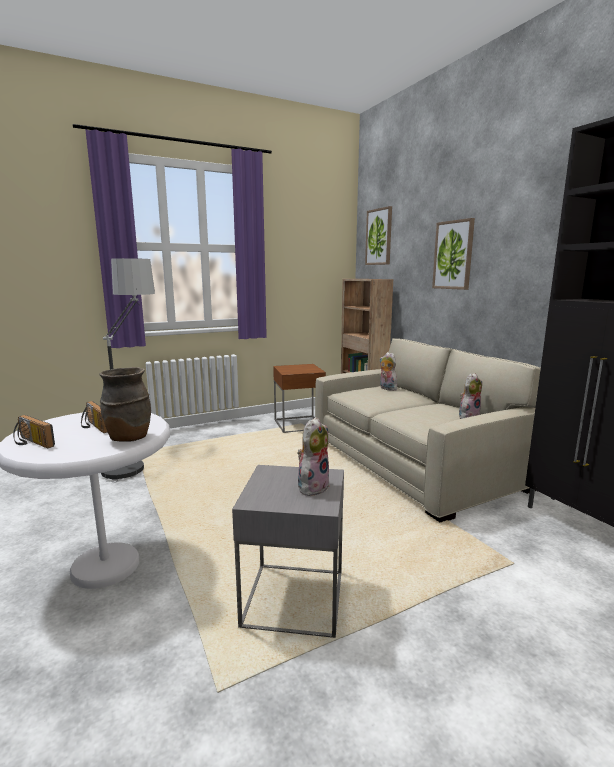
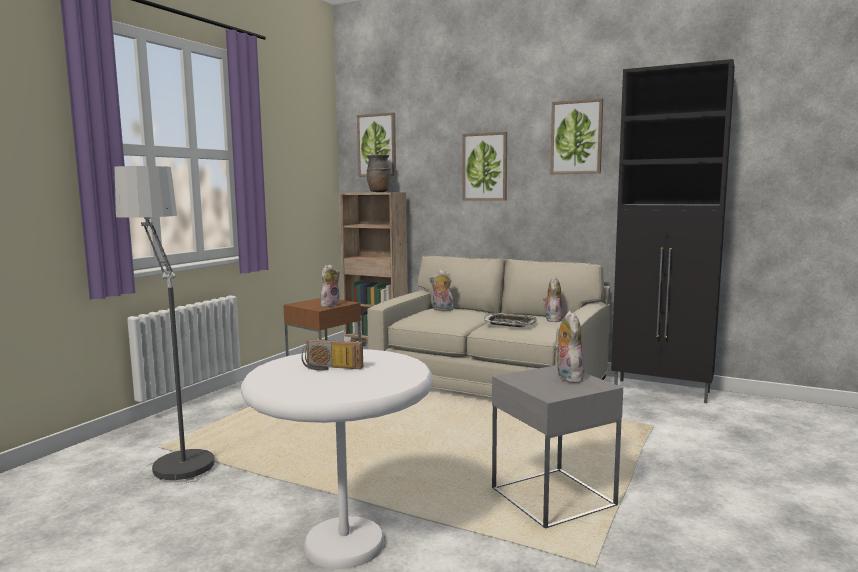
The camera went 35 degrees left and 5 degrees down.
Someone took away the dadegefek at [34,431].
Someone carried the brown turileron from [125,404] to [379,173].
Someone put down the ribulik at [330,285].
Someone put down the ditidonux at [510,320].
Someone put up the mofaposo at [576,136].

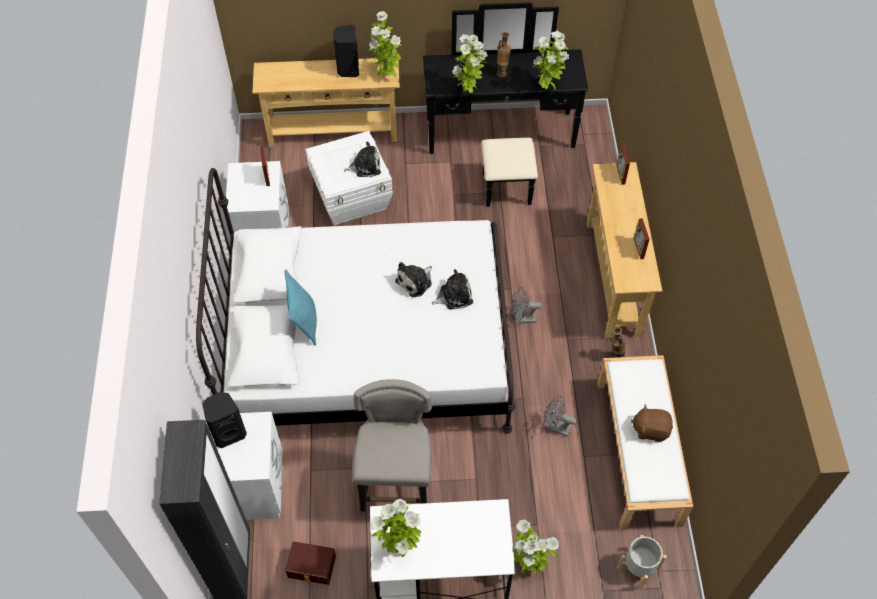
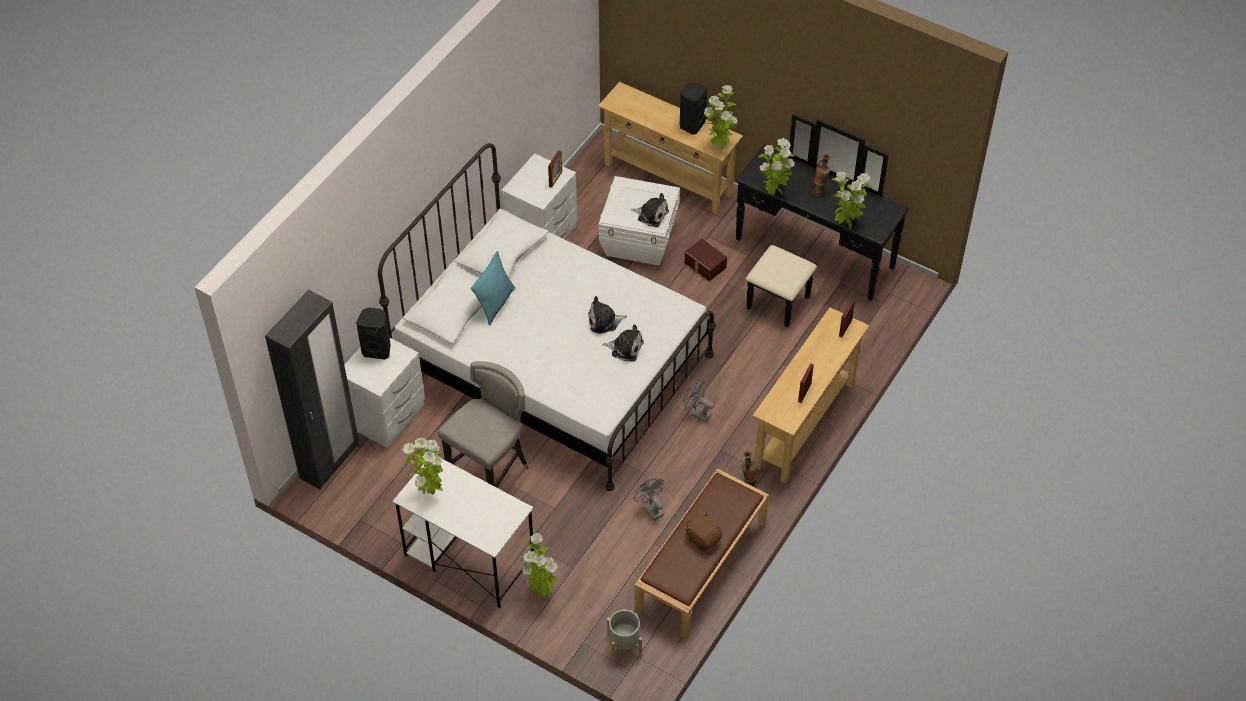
The camera went 35 degrees right and 5 degrees down.
Someone carried the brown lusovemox from [310,563] to [705,260].
Someone repainted the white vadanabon at [645,442], which became the brown vadanabon at [701,554].

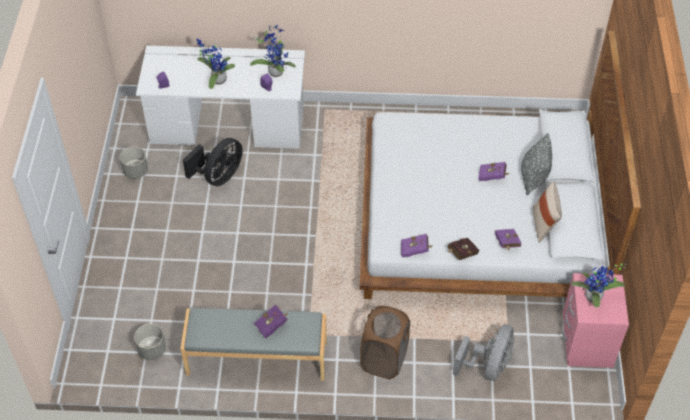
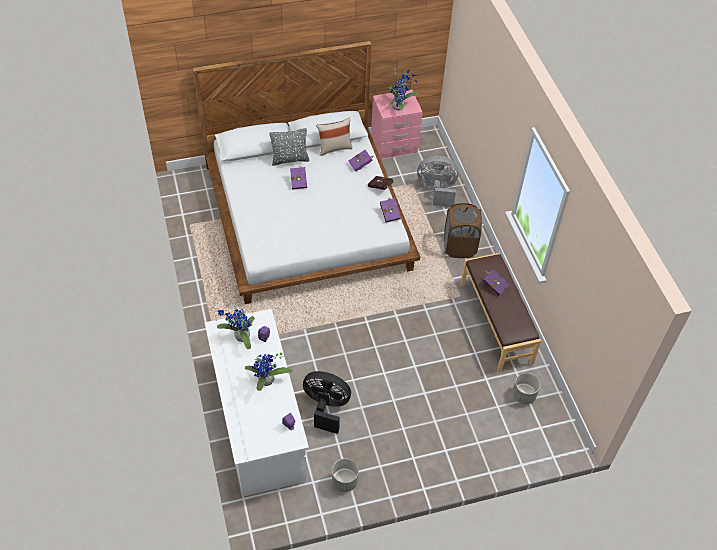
The camera went 110 degrees left and 0 degrees up.
Someone repainted the grey vadanabon at [253,344], which became the brown vadanabon at [500,312].

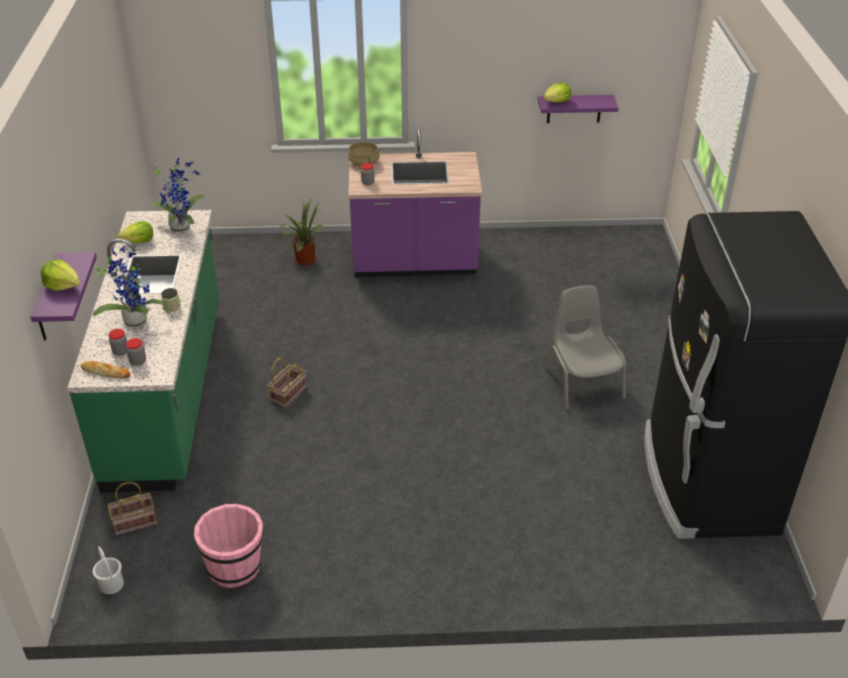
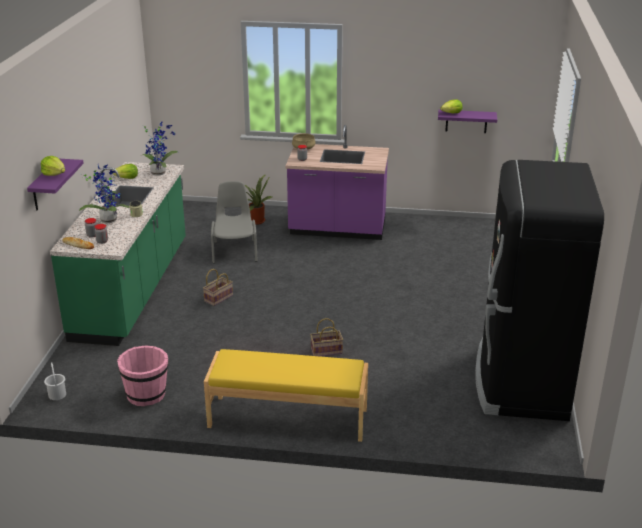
The camera went 10 degrees right and 10 degrees down.
Someone carried the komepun from [132,509] to [326,337].
Someone carried the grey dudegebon from [585,347] to [234,222].
Someone put down the yellow vadanabon at [286,395].

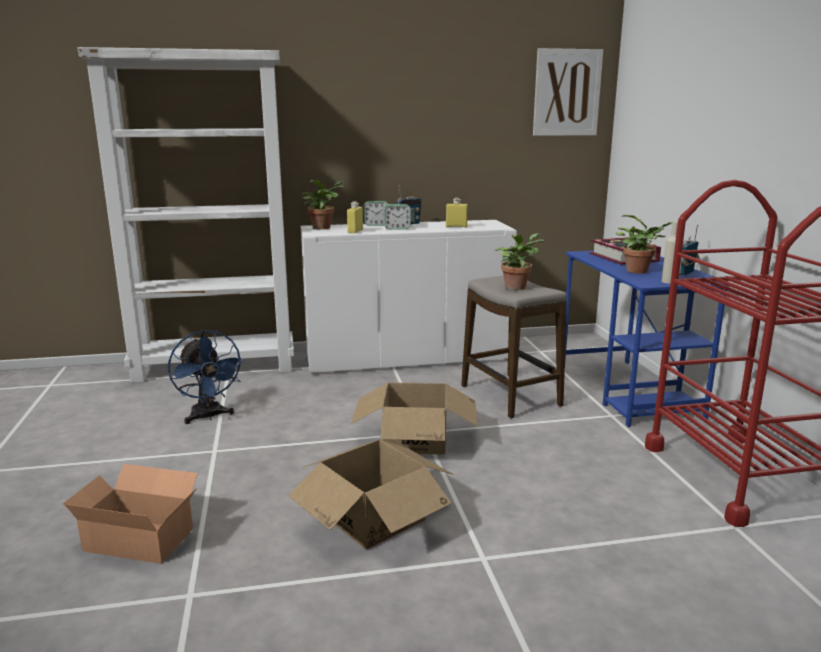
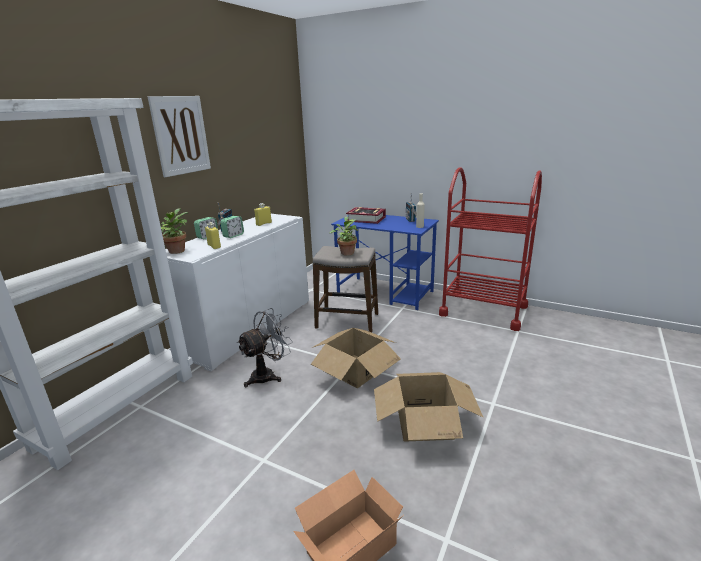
The camera went 50 degrees left and 5 degrees up.
Someone took away the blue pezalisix at [206,377].
Someone carried the mofaposo from [568,92] to [179,136].
Someone took away the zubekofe at [644,244].
Someone put down the grey pezalisix at [265,347].

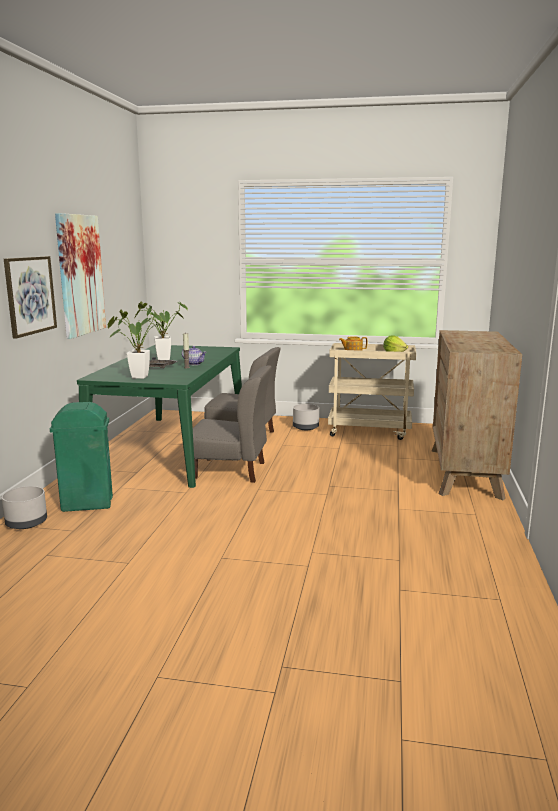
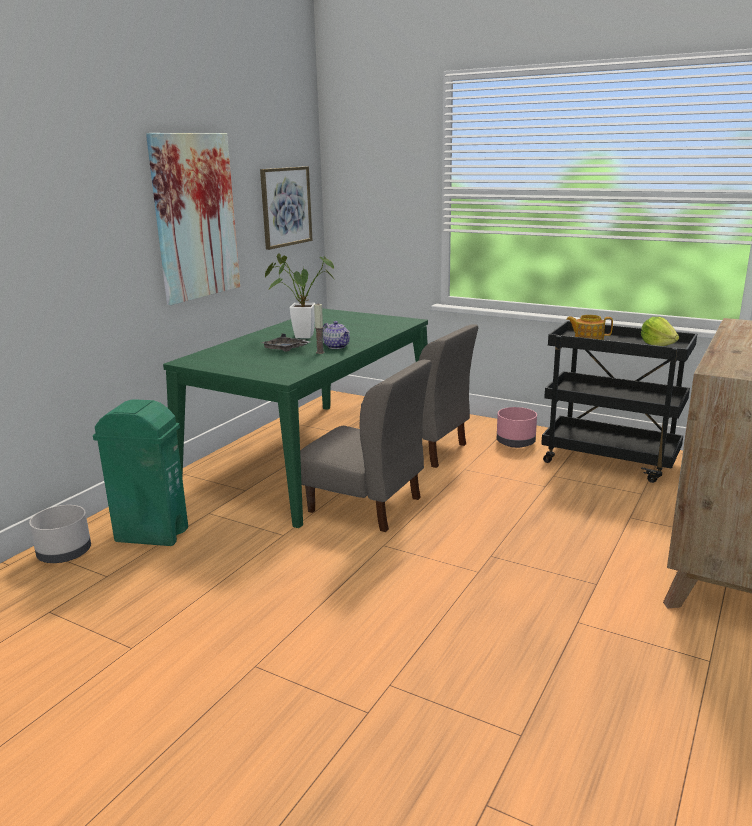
The camera went 20 degrees right and 5 degrees up.
Someone carried the mofaposo from [30,297] to [286,208].
Someone took away the zubekofe at [136,344].
Someone repainted the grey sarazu at [306,417], which became the pink sarazu at [517,427].
Someone repainted the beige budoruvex at [372,391], which became the black budoruvex at [619,402].

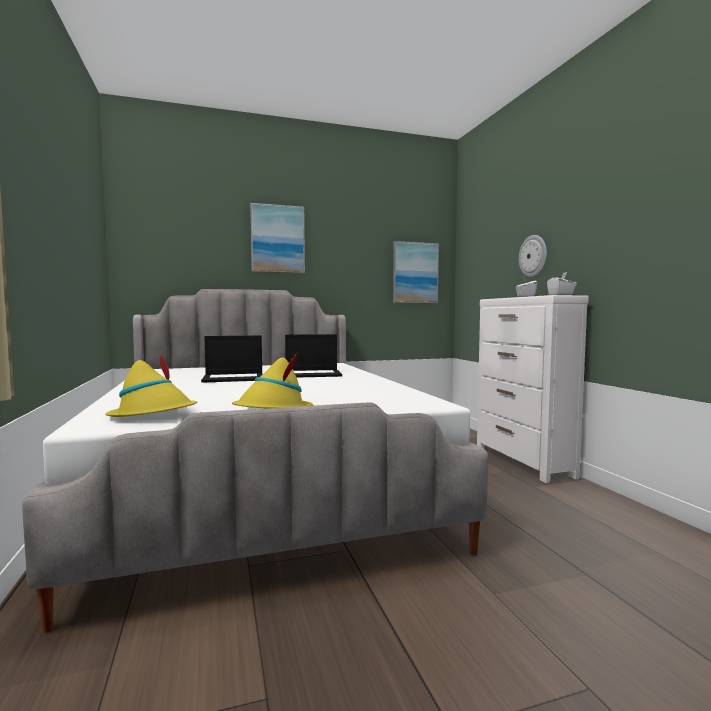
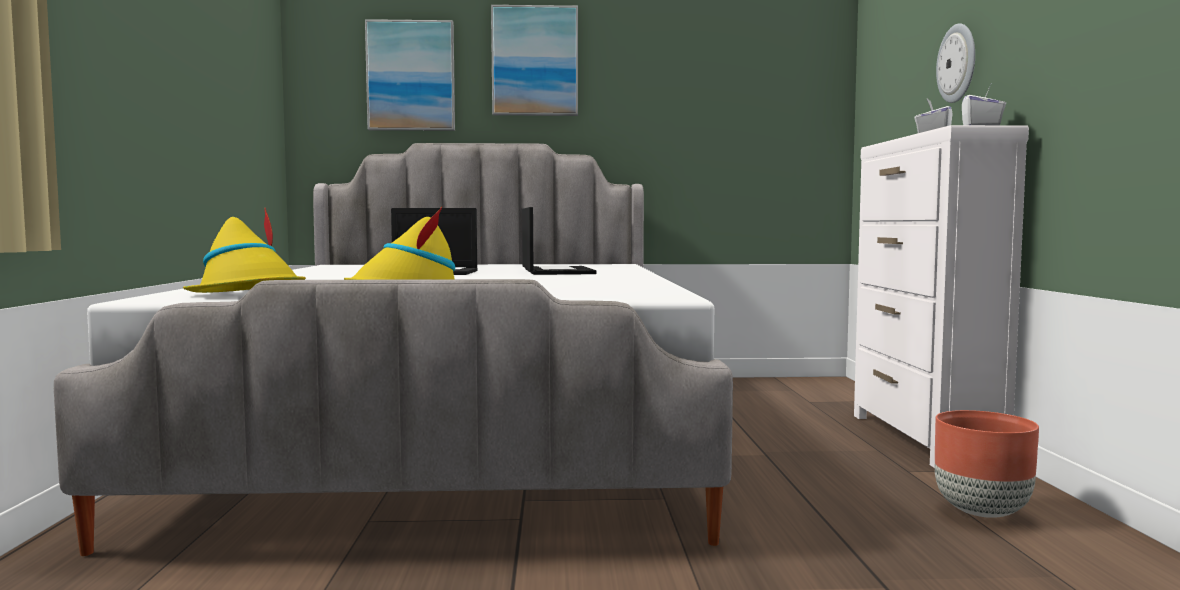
The camera went 15 degrees right and 0 degrees up.
Someone rotated the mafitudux at [313,356] by 105 degrees counterclockwise.
Someone carried the mofaposo from [416,272] to [410,75].
Someone put down the brown sarazu at [987,464].

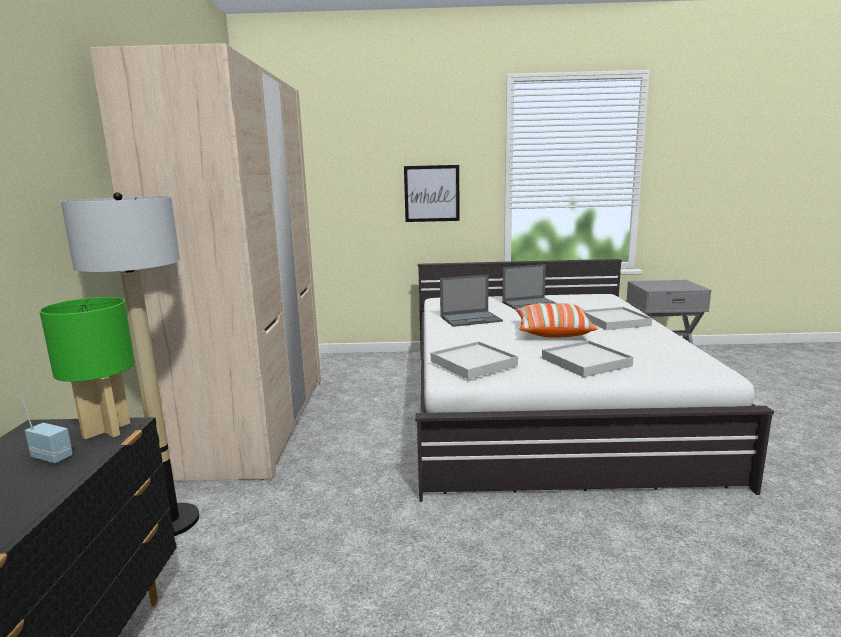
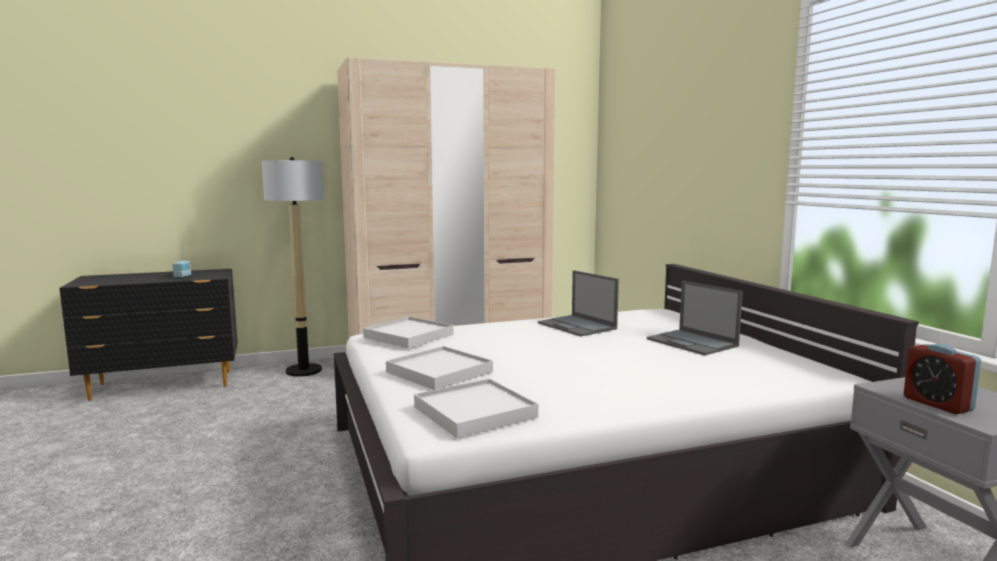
The camera went 70 degrees right and 5 degrees down.
Someone took away the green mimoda at [87,368].
Someone took away the mofaposo at [432,193].
Someone took away the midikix at [557,320].
Someone carried the white ditidonux from [618,318] to [476,408].
Someone put down the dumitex at [942,379].

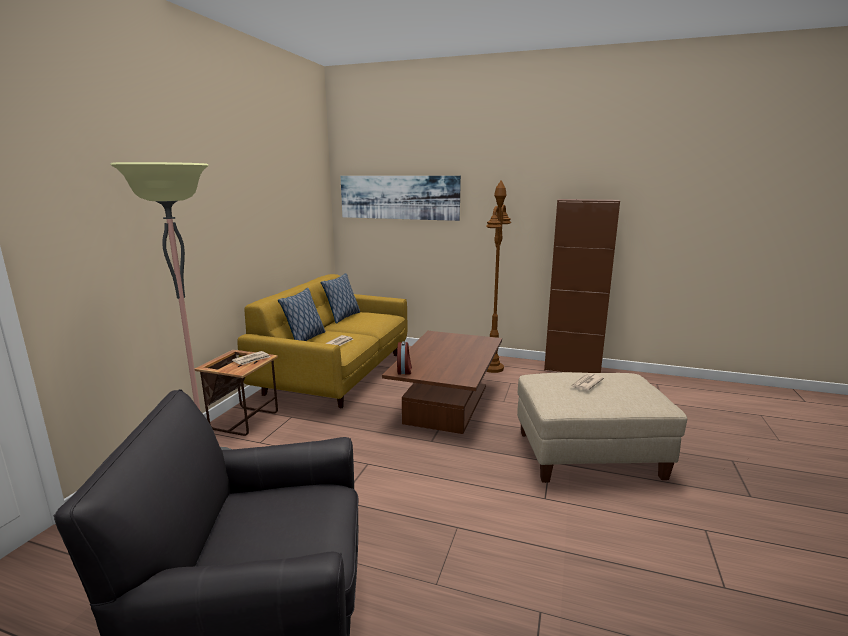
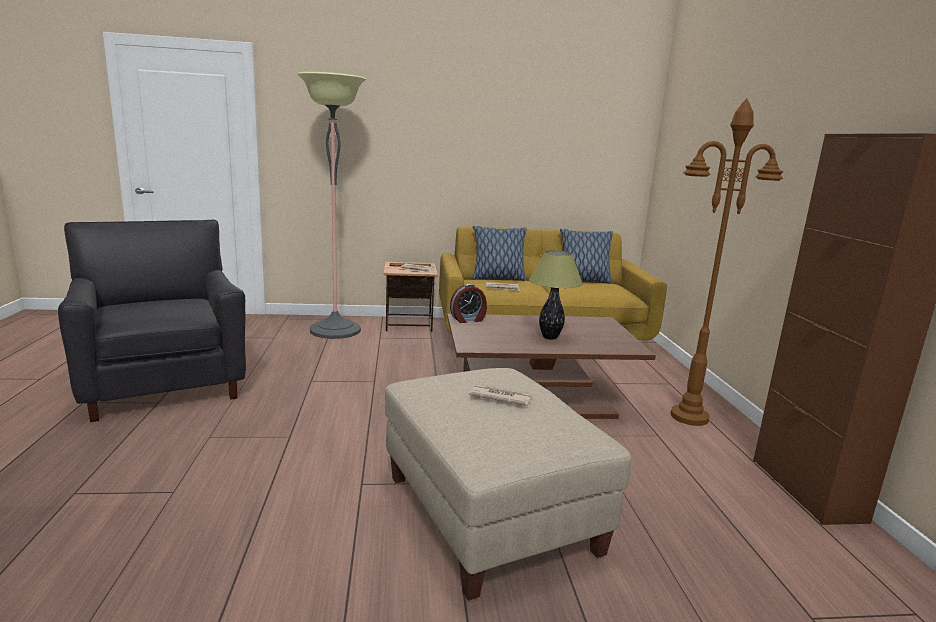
The camera went 65 degrees right and 0 degrees up.
Someone took away the mofaposo at [400,198].
Someone put down the mimoda at [556,295].

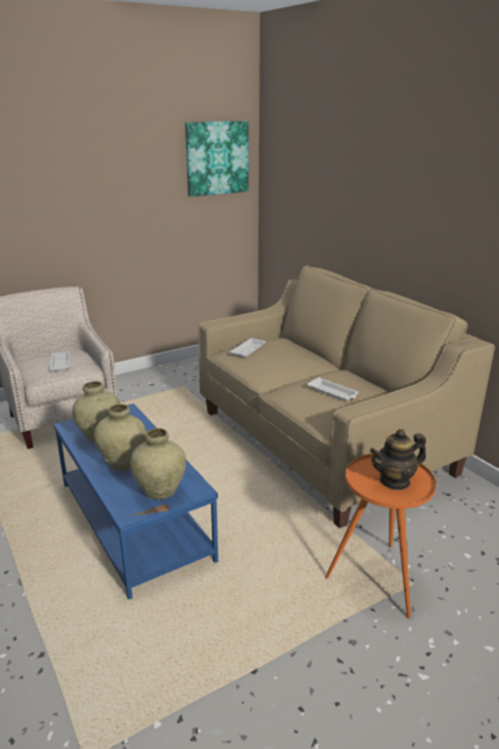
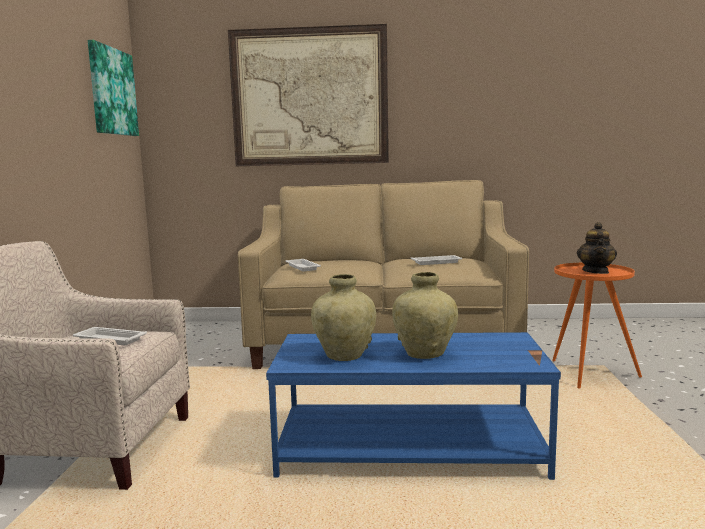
The camera went 55 degrees left and 15 degrees down.
Someone took away the beige turileron at [158,464].
Someone put up the mofaposo at [308,95].

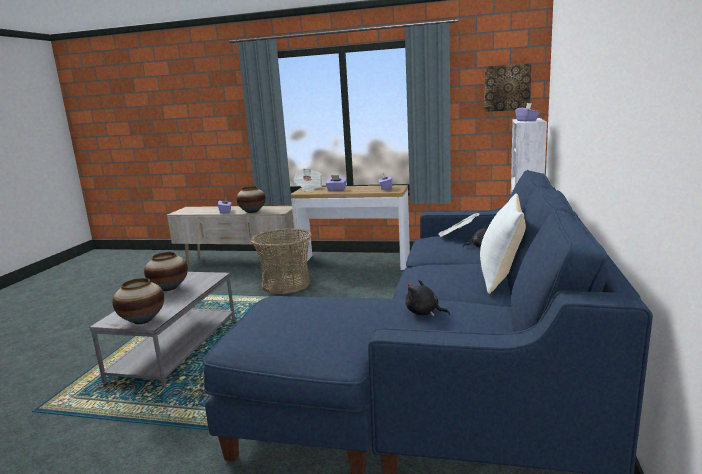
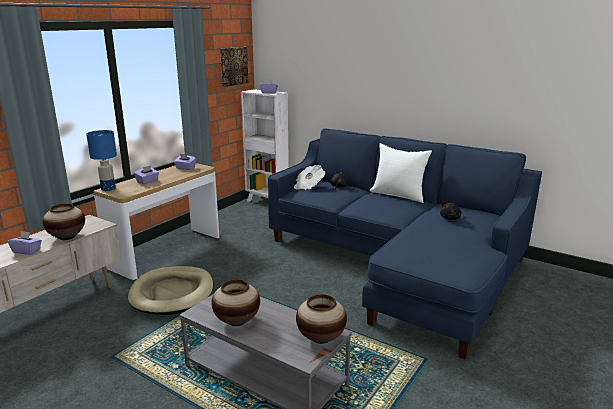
The camera went 70 degrees left and 5 degrees up.
Someone swapped the komepun at [281,261] for the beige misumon at [170,290].
Someone swapped the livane at [308,179] for the blue mimoda at [101,160].

